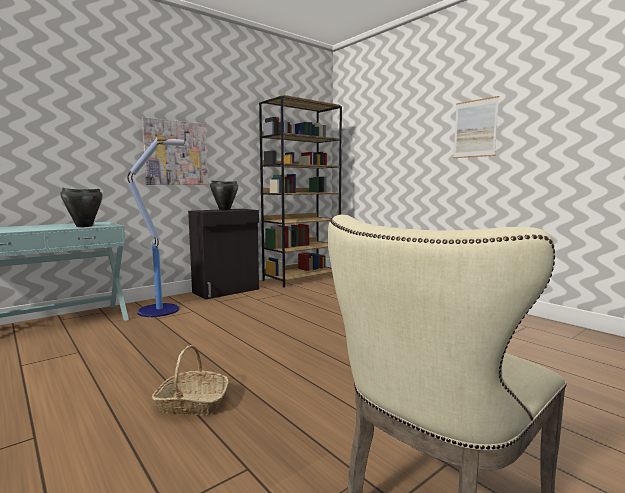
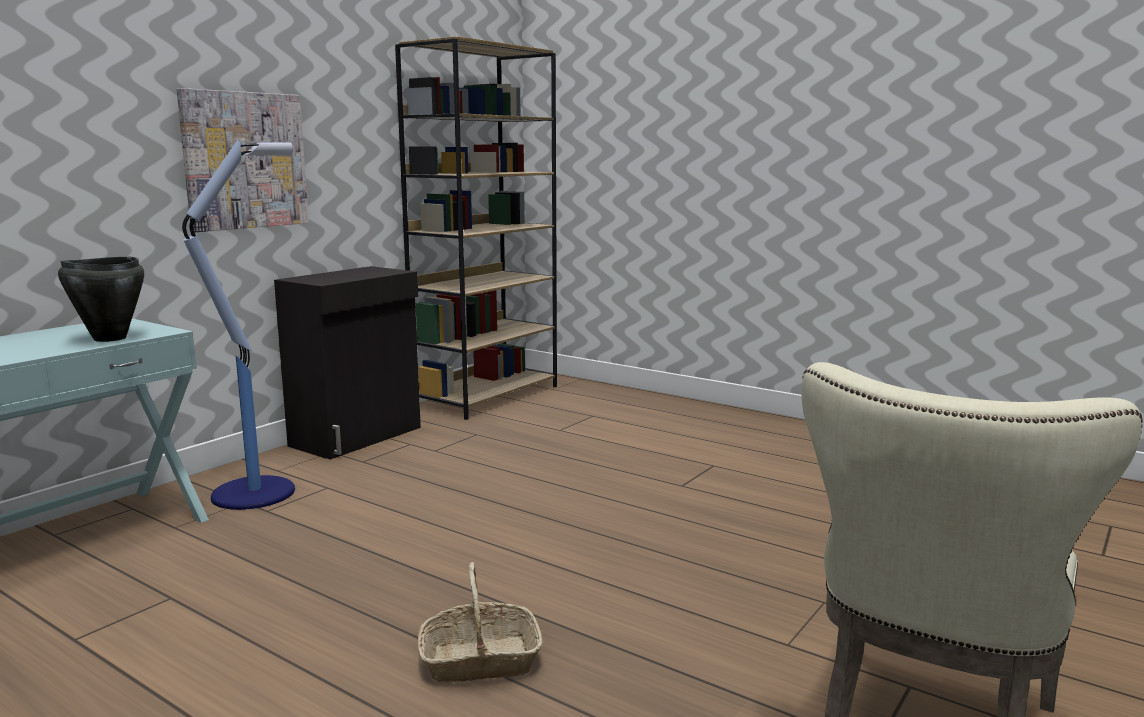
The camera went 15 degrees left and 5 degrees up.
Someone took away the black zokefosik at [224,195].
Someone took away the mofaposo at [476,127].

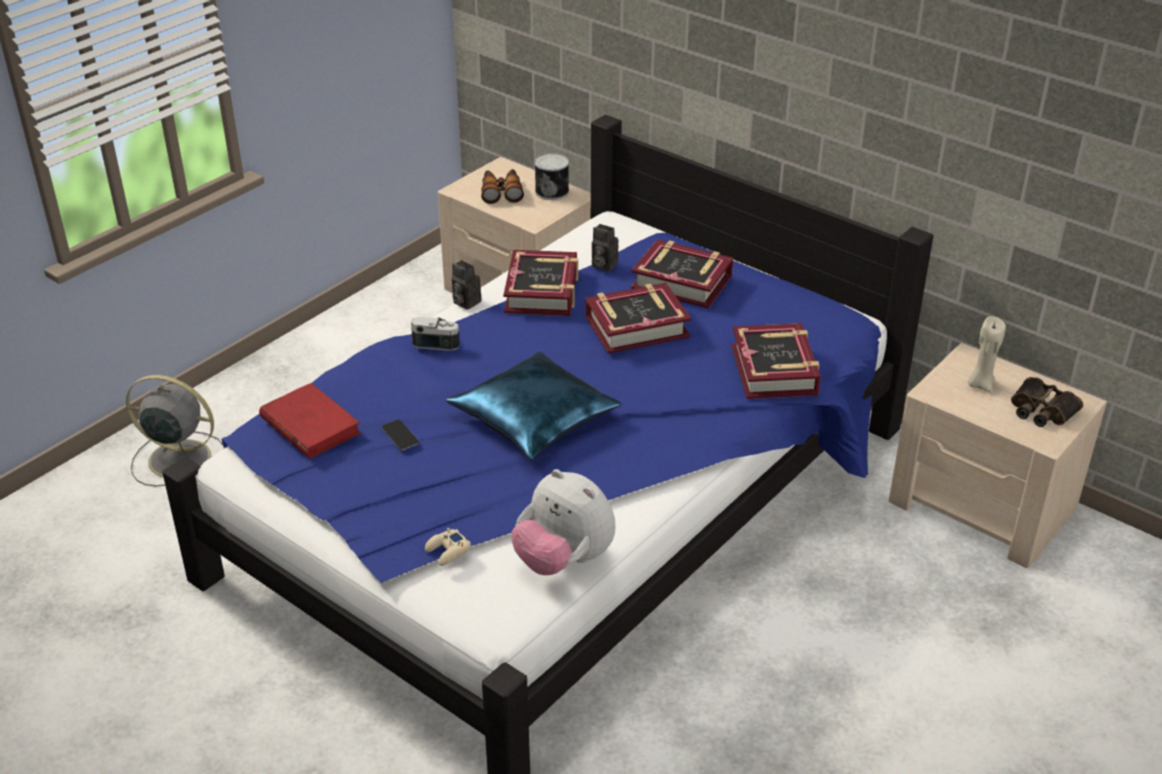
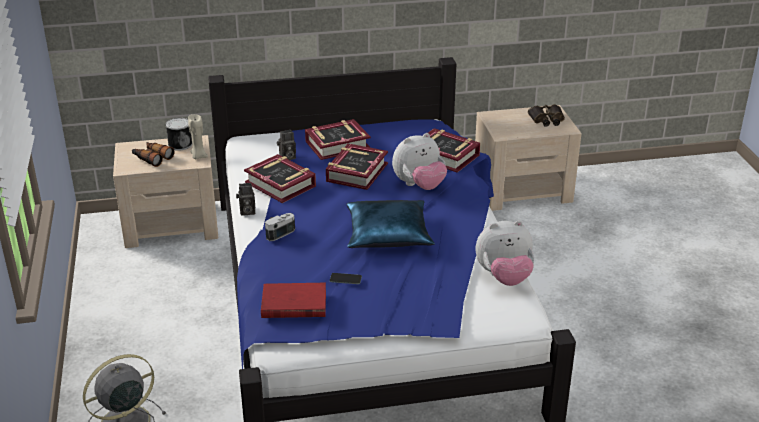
The camera went 50 degrees left and 5 degrees down.
Someone took away the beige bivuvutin at [448,547].
Someone carried the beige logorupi from [987,354] to [198,136].
Someone put down the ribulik at [419,161].

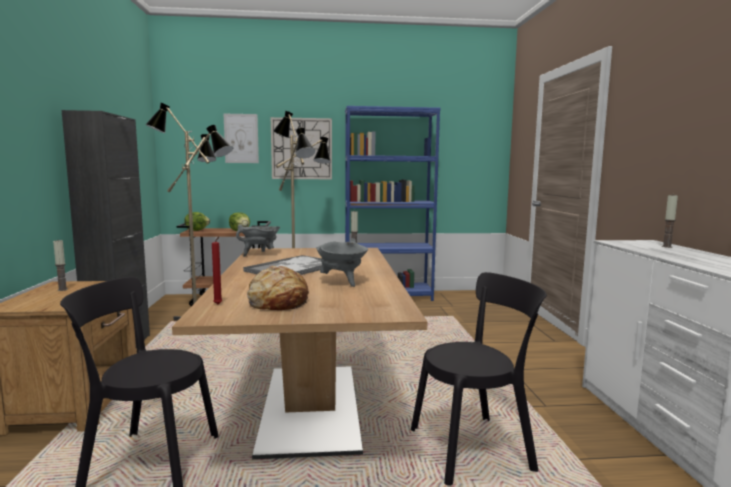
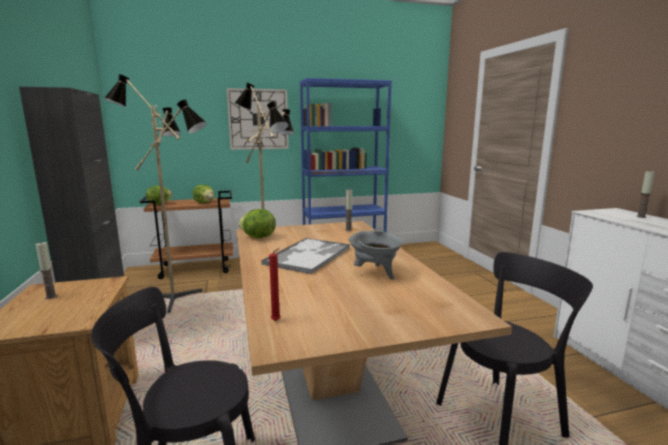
The camera went 10 degrees left and 5 degrees up.
Someone took away the mofaposo at [241,138].
Someone swapped the grey zokefosik at [258,241] for the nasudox at [257,224].
Someone took away the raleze at [278,288].

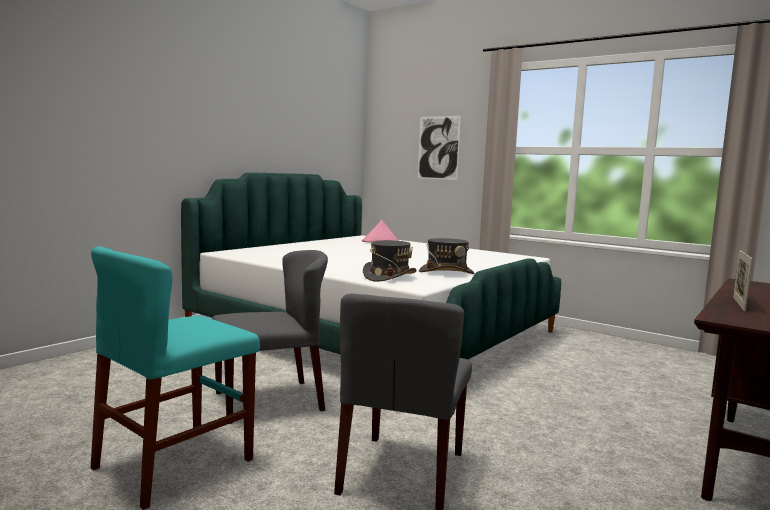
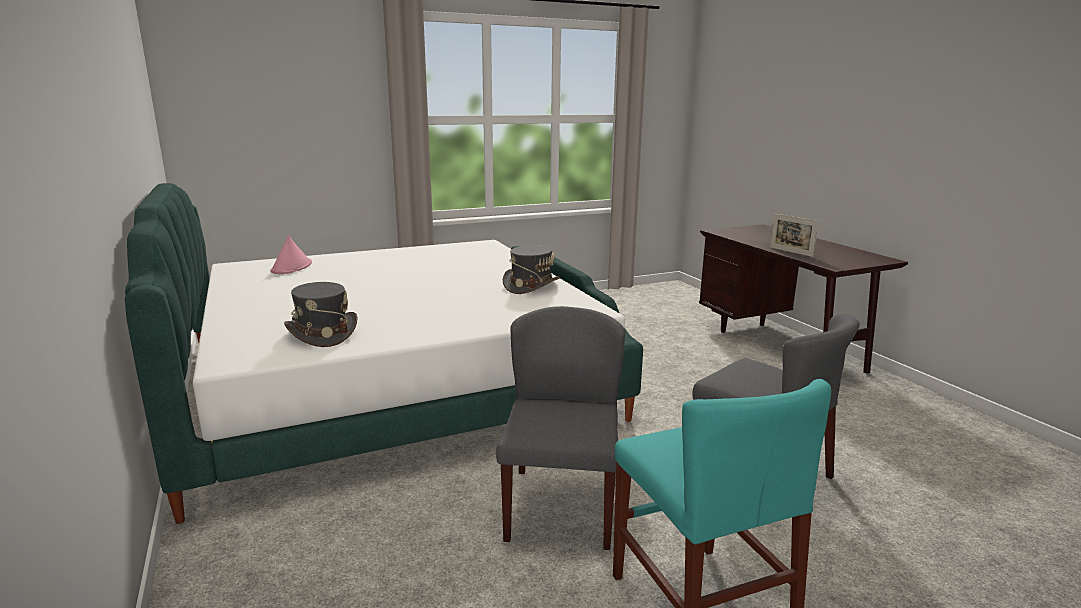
The camera went 60 degrees left and 10 degrees up.
Someone carried the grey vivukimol from [390,261] to [320,314].
Someone took away the mofaposo at [439,148].

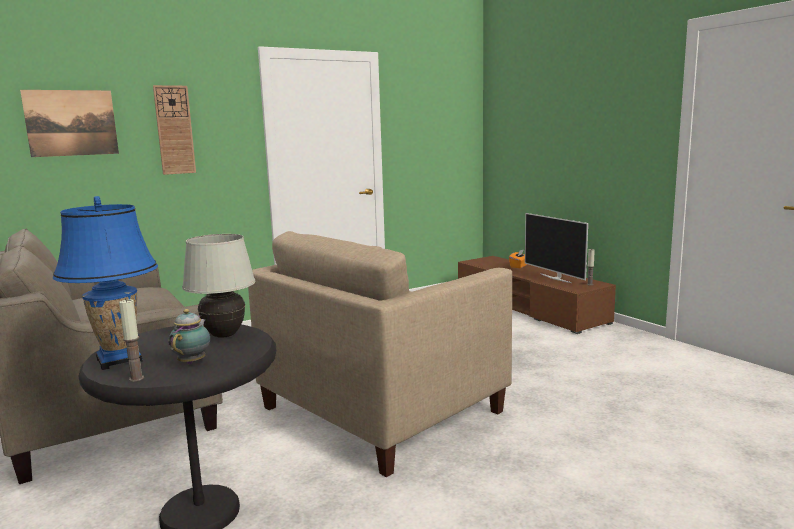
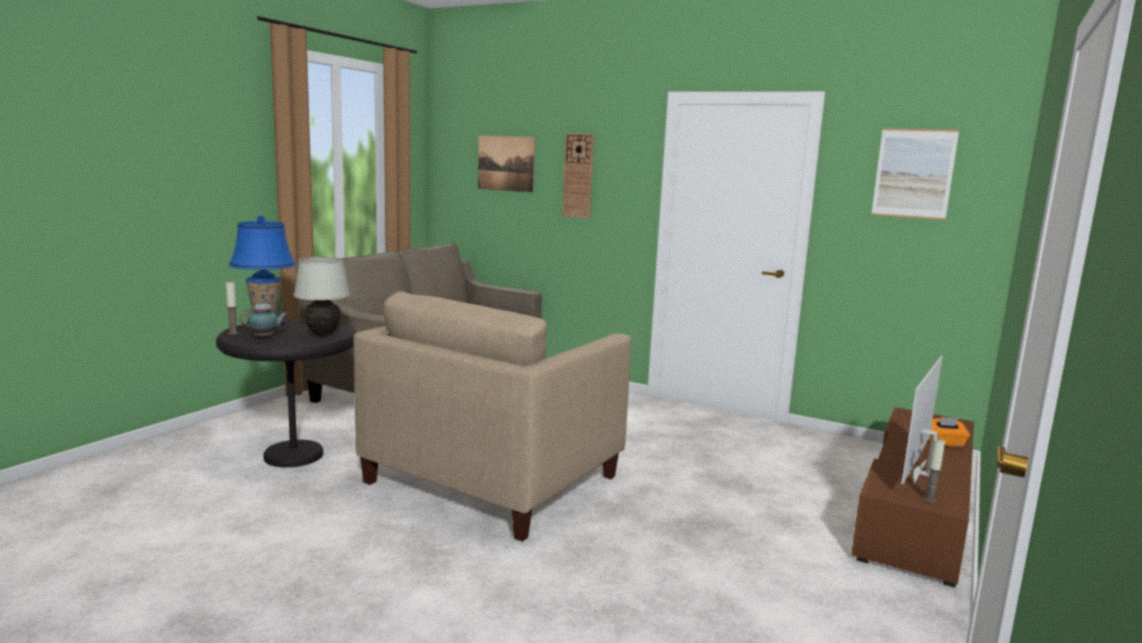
The camera went 60 degrees right and 0 degrees up.
Someone rotated the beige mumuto at [380,354] by 75 degrees counterclockwise.
Someone put up the mofaposo at [915,174].

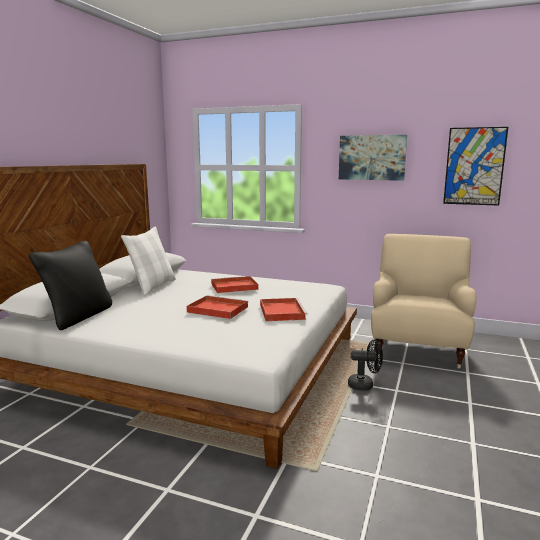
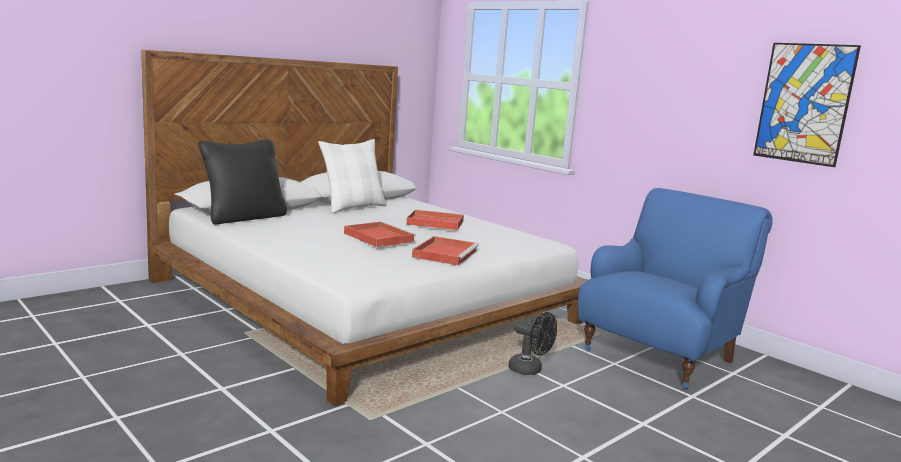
The camera went 25 degrees right and 0 degrees up.
Someone took away the mofaposo at [373,158].
Someone repainted the beige mumuto at [424,301], which became the blue mumuto at [675,288].

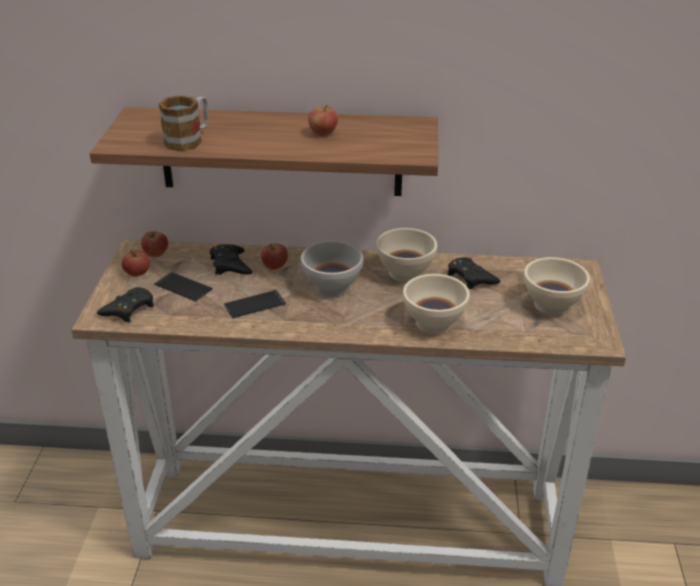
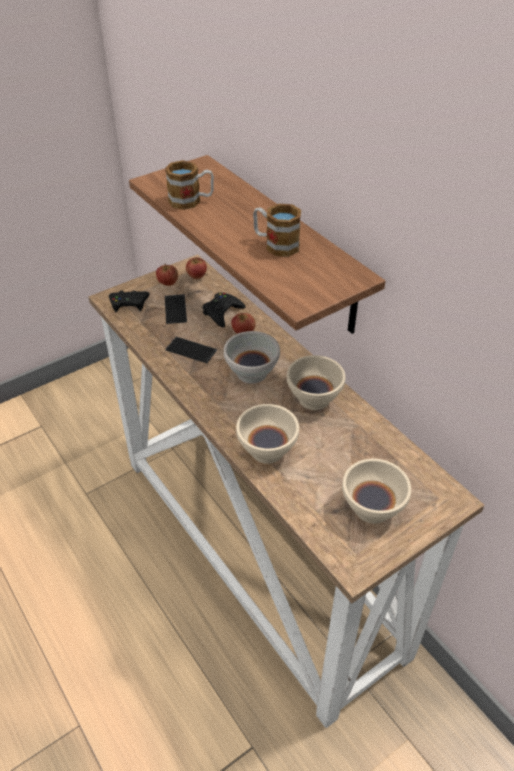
The camera went 50 degrees right and 10 degrees up.
Someone swapped the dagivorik at [323,120] for the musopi at [277,230].
Someone took away the black bivuvutin at [474,273].

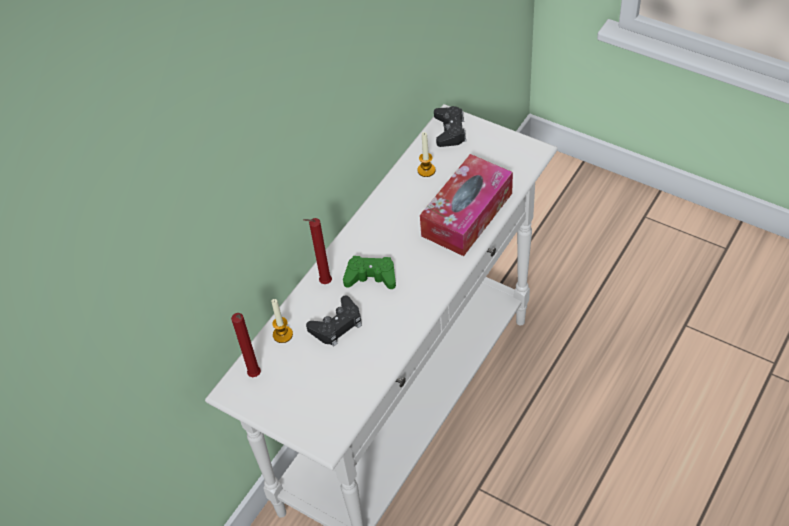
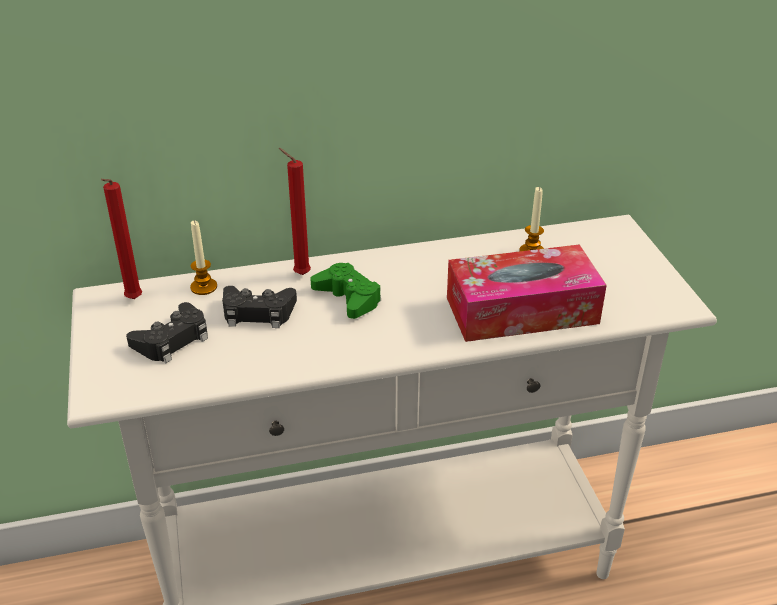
The camera went 40 degrees right and 15 degrees down.
Someone carried the black bivuvutin from [450,126] to [167,332].

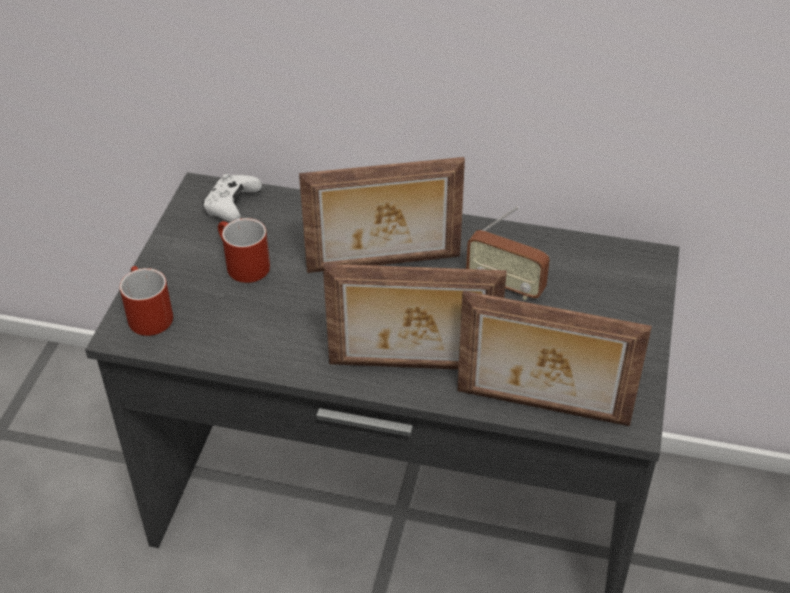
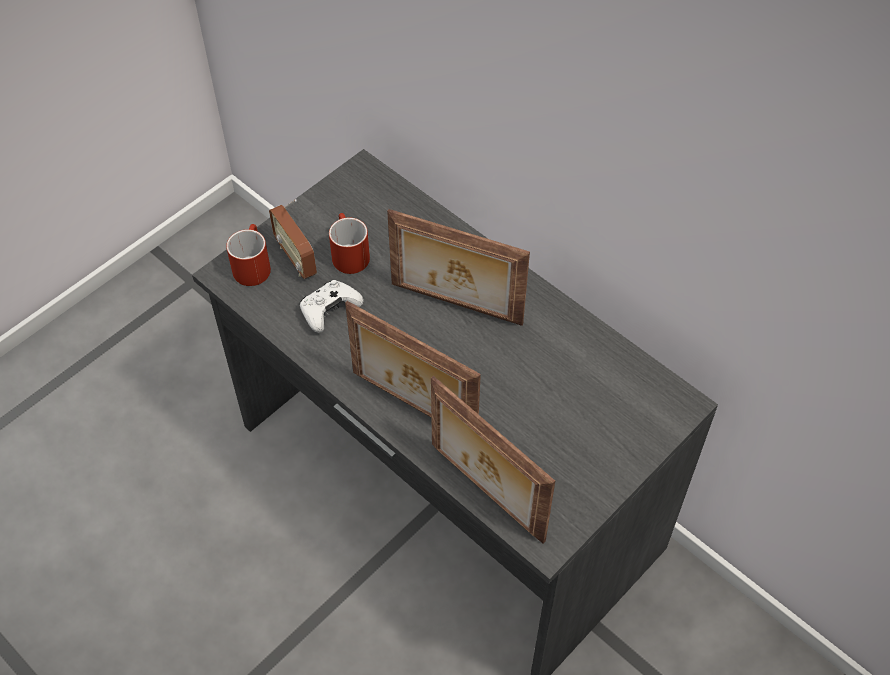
The camera went 30 degrees right and 10 degrees up.
Someone carried the white bivuvutin from [232,198] to [331,306].
Someone carried the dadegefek from [508,253] to [293,239].

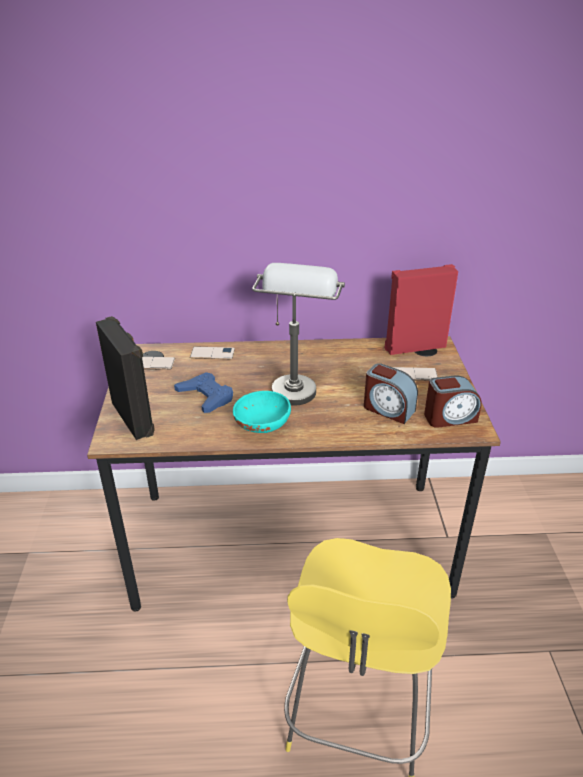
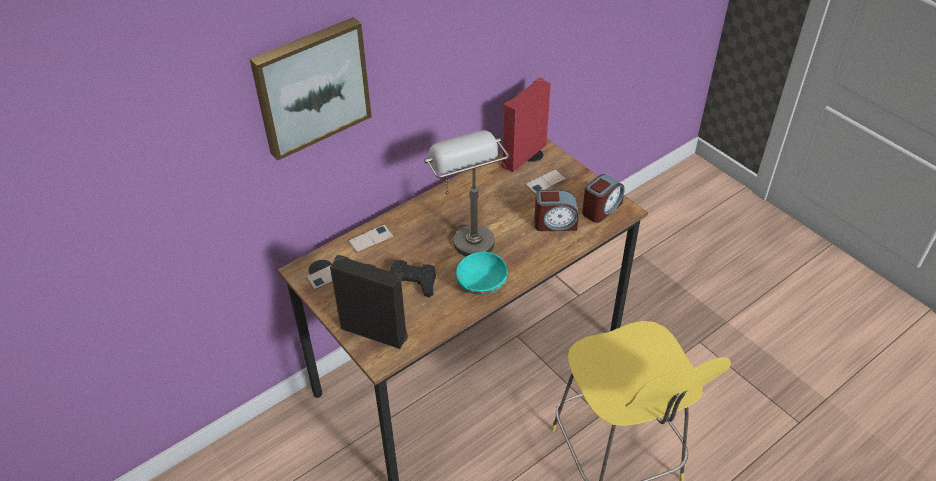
The camera went 35 degrees left and 10 degrees up.
Someone repainted the blue bivuvutin at [203,392], which became the black bivuvutin at [412,279].
Someone put up the mofaposo at [311,89].

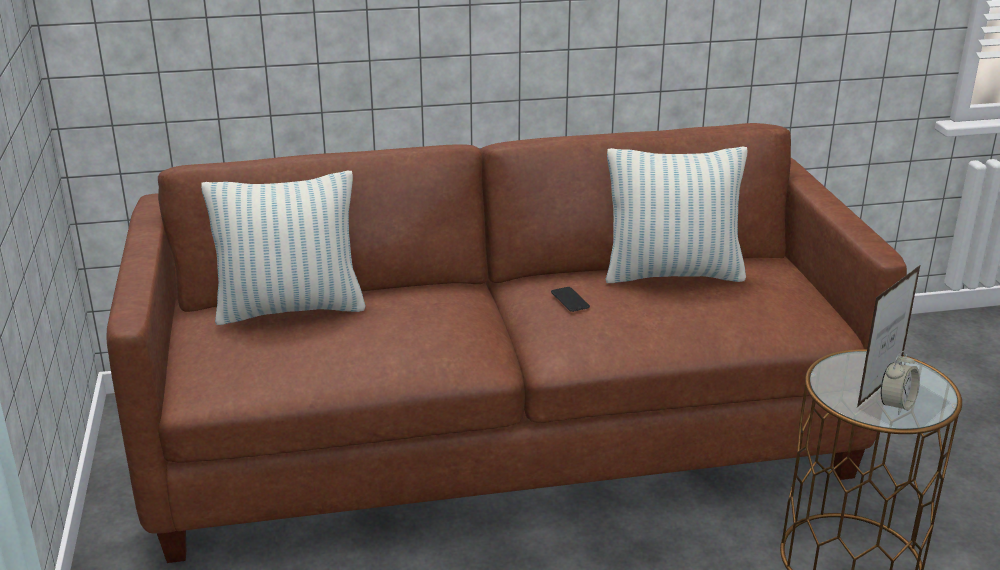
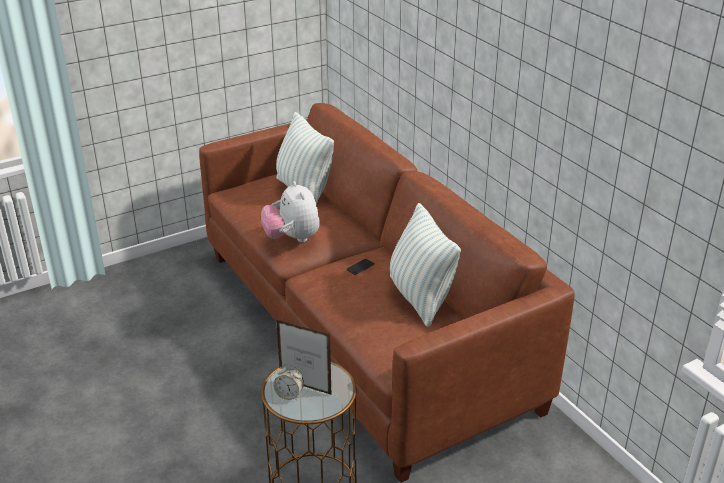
The camera went 70 degrees right and 5 degrees up.
Someone put down the ribulik at [290,211].

